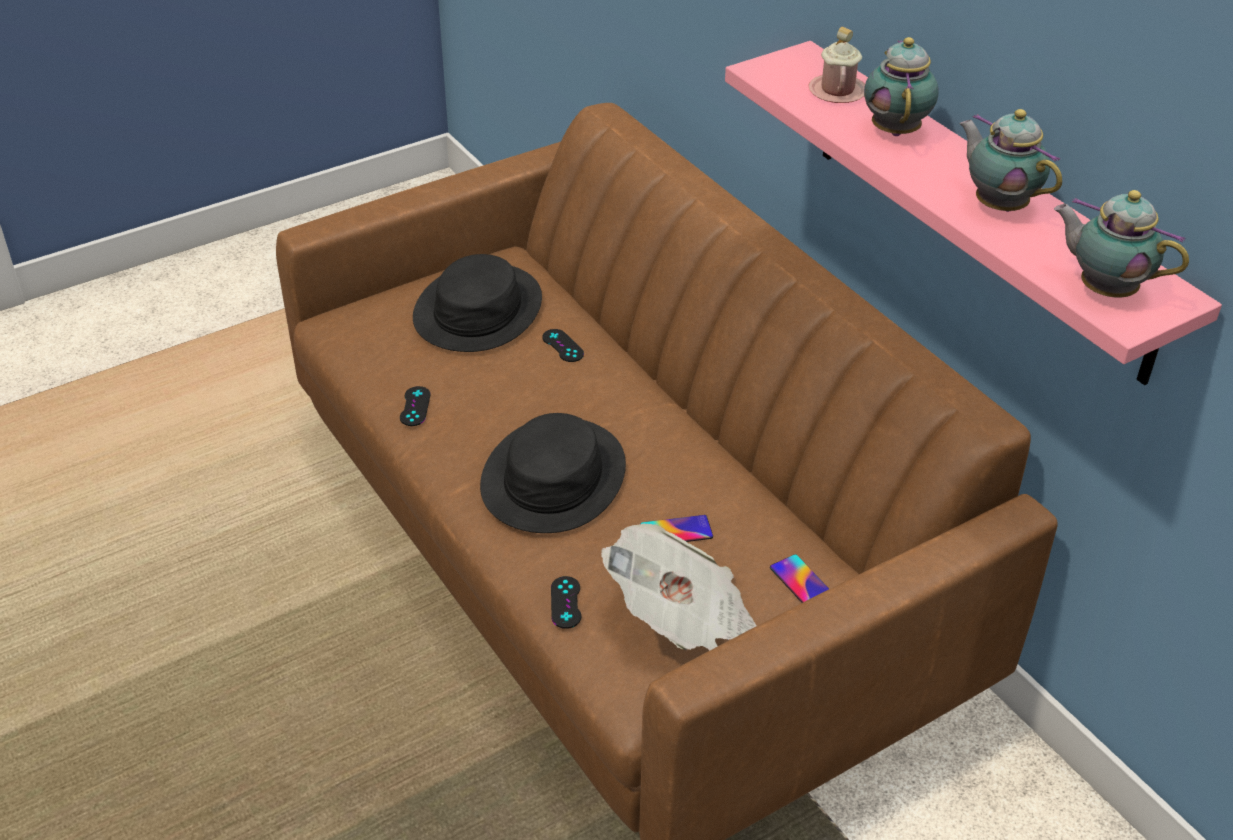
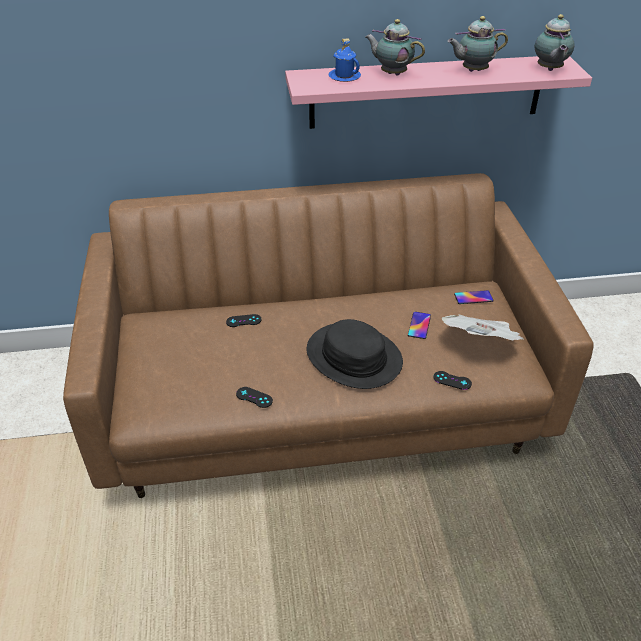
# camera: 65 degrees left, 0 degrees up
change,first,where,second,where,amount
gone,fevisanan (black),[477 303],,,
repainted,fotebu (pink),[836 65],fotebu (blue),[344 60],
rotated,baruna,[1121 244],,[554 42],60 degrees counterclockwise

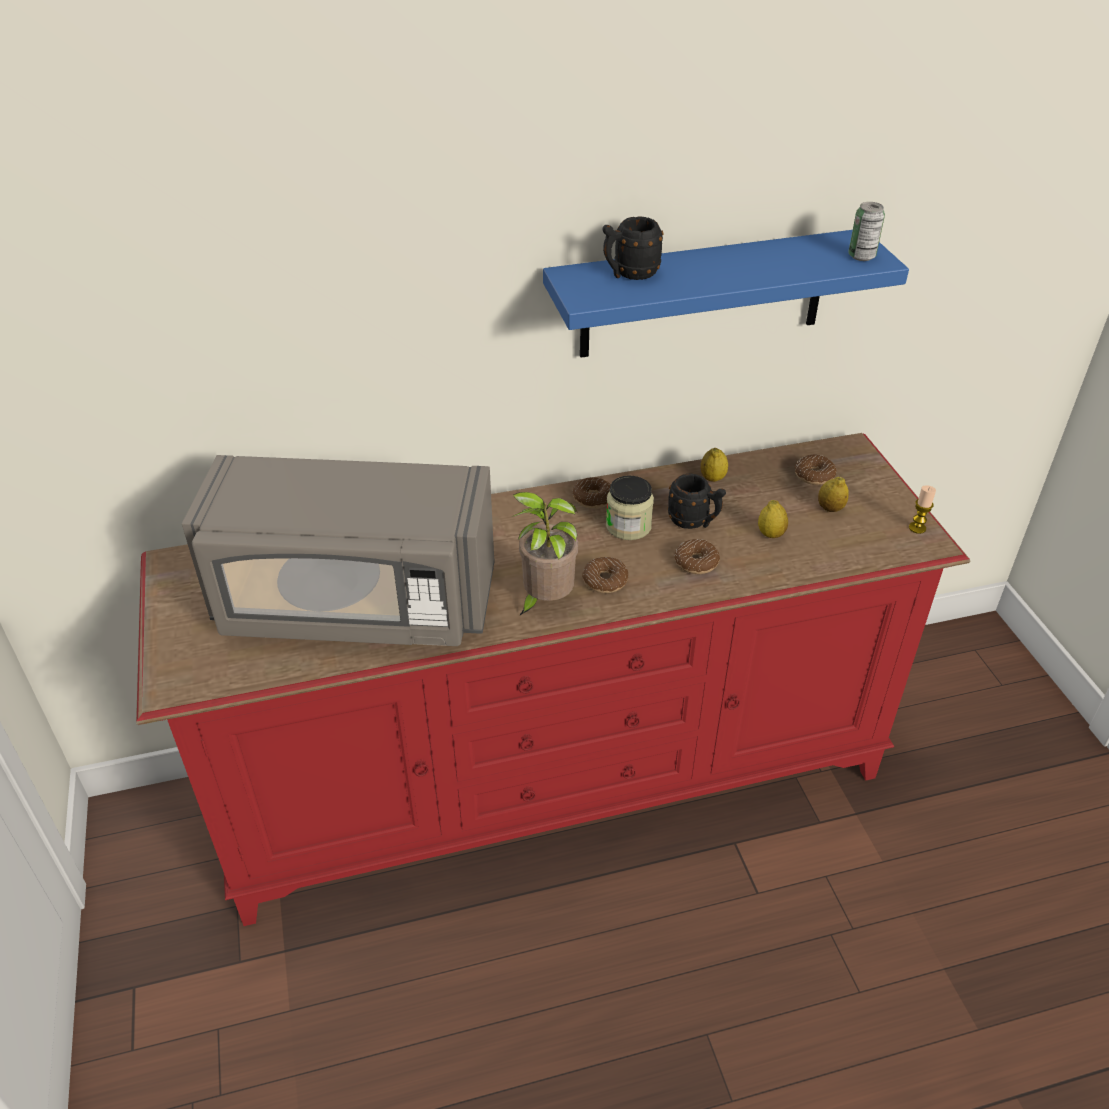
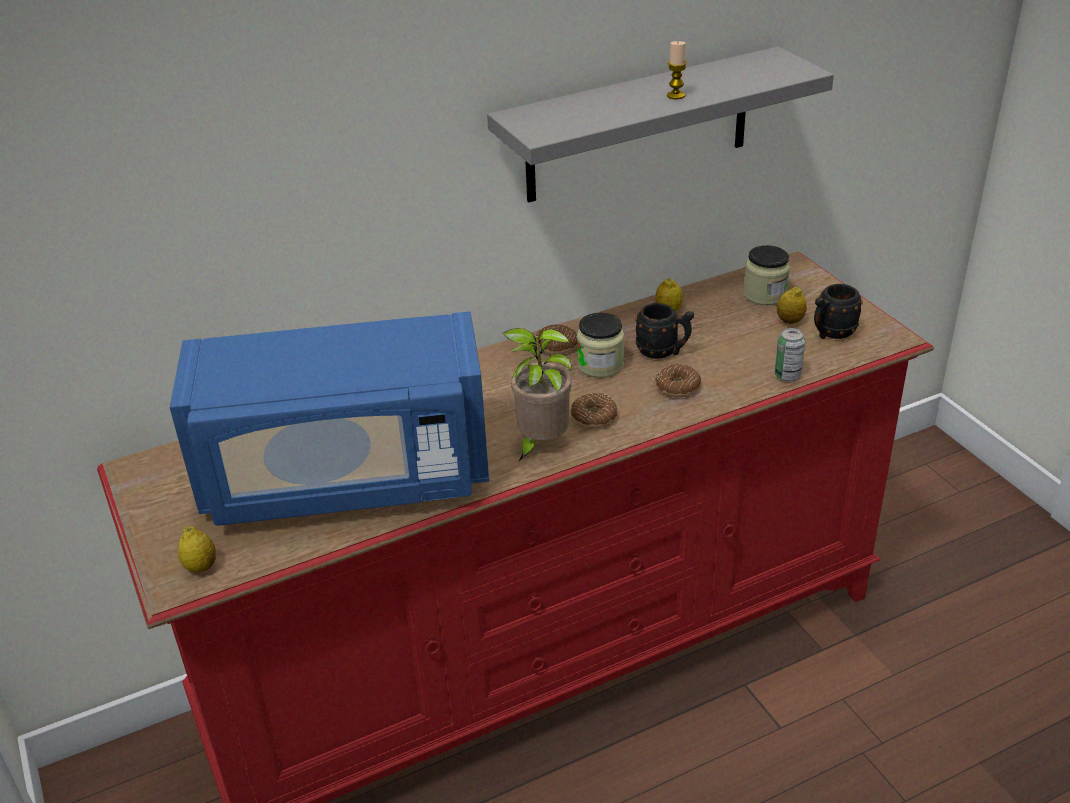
# camera: 10 degrees left, 5 degrees down
change,first,where,second,where,amount
shifted,fotebu (black),[633 248],,[838 311],
shifted,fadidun,[773 519],,[197 549],
shifted,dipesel,[866 231],,[789 354],
shifted,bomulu,[922 509],,[677 70],
swapped,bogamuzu,[816 469],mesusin,[766 275],
repainted,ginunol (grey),[338 550],ginunol (blue),[329 419],
repainted,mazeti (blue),[726 294],mazeti (grey),[660 124],

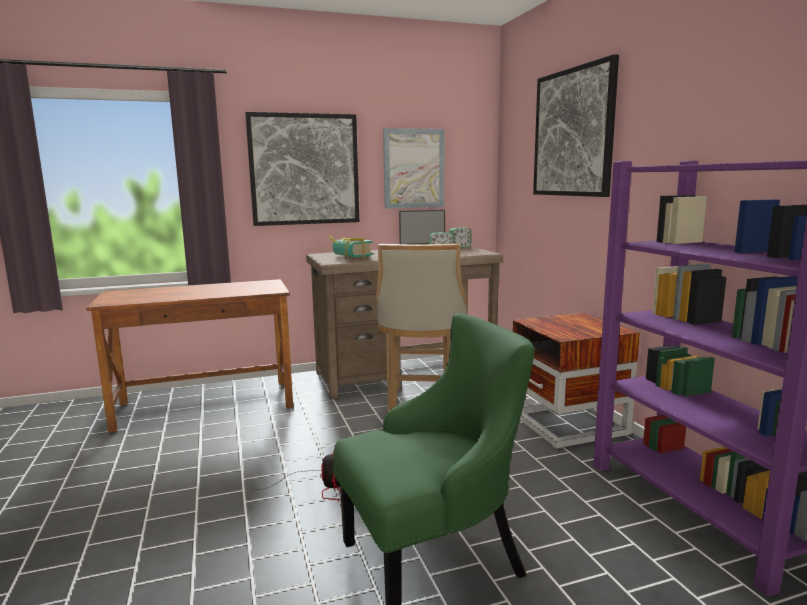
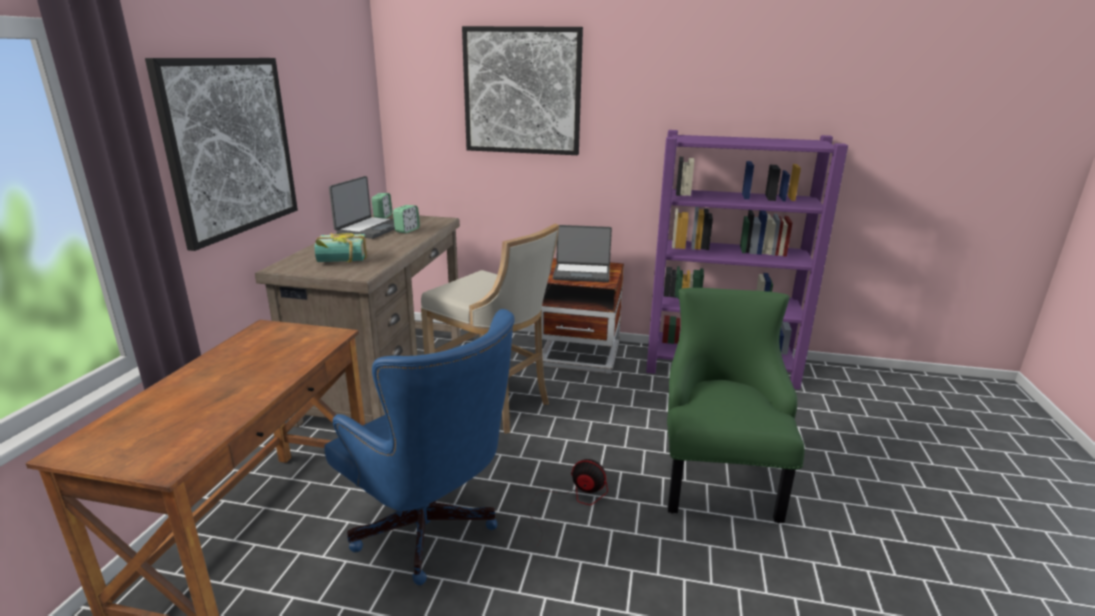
# camera: 60 degrees left, 10 degrees up
change,first,where,second,where,amount
gone,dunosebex,[413 168],,,
new,,,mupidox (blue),[419 447],
new,,,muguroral,[582 253],

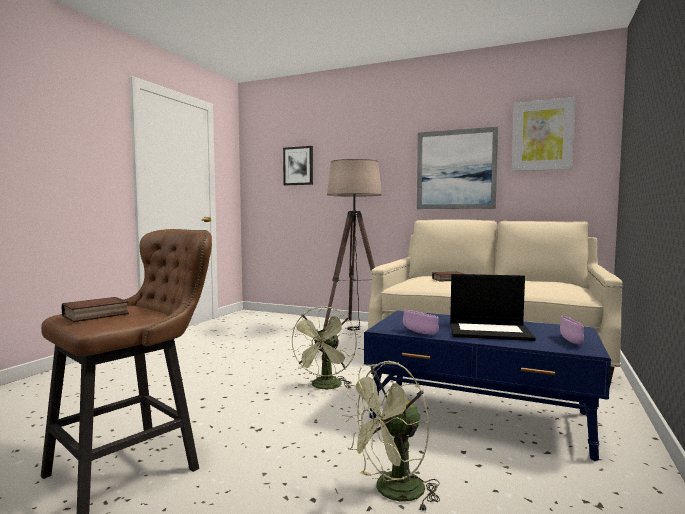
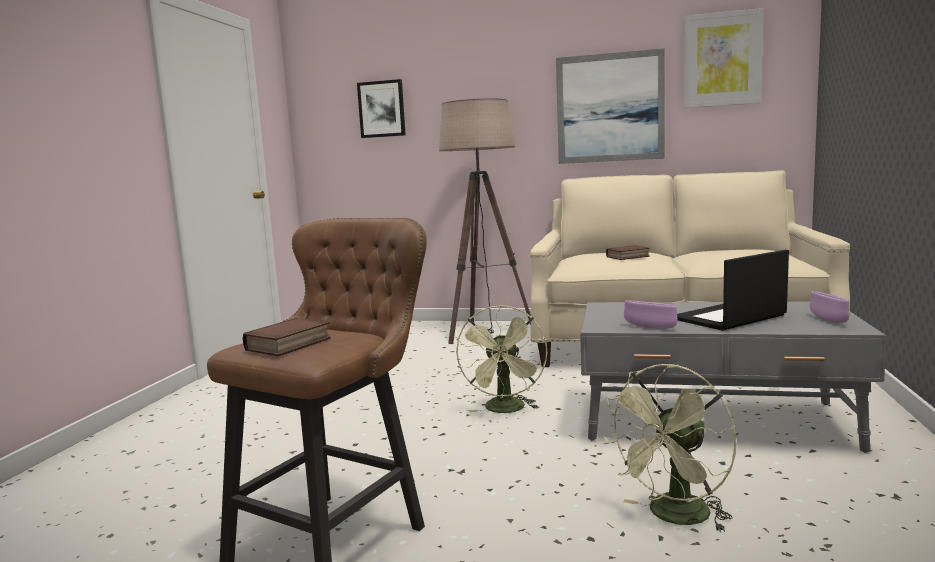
# camera: 10 degrees left, 5 degrees up
change,first,where,second,where,amount
repainted,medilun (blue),[487 386],medilun (grey),[733 377],
rotated,muguroral,[493 307],,[733 290],150 degrees clockwise

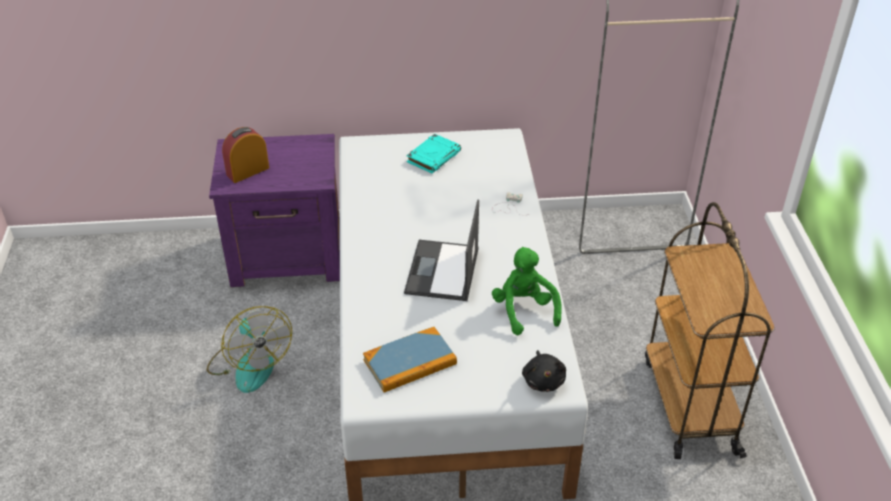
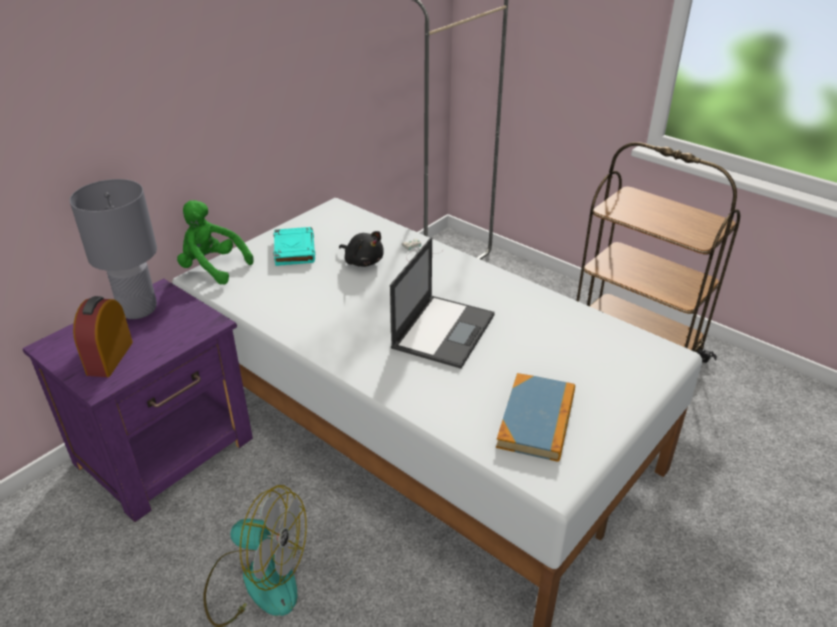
# camera: 45 degrees left, 5 degrees down
change,first,where,second,where,amount
new,,,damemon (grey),[113 249],
shifted,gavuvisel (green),[527 291],,[215 242],
shifted,gavuvisel (black),[544 371],,[361 249],
rotated,muguroral,[441 250],,[442 303],120 degrees counterclockwise

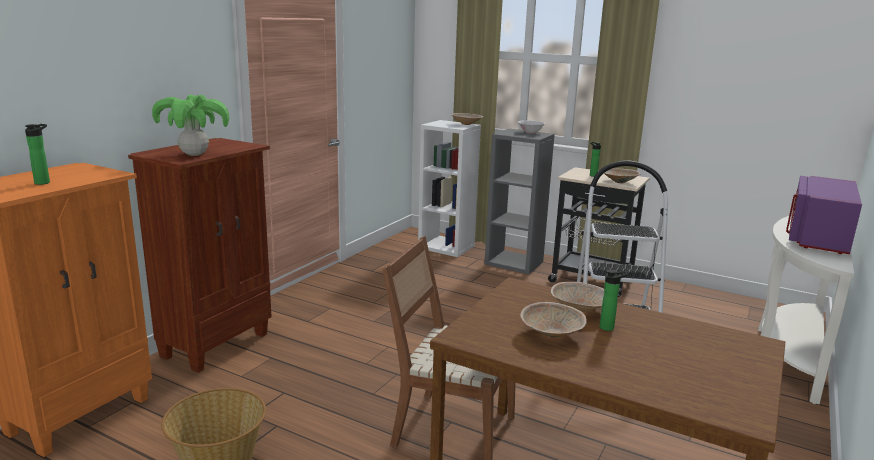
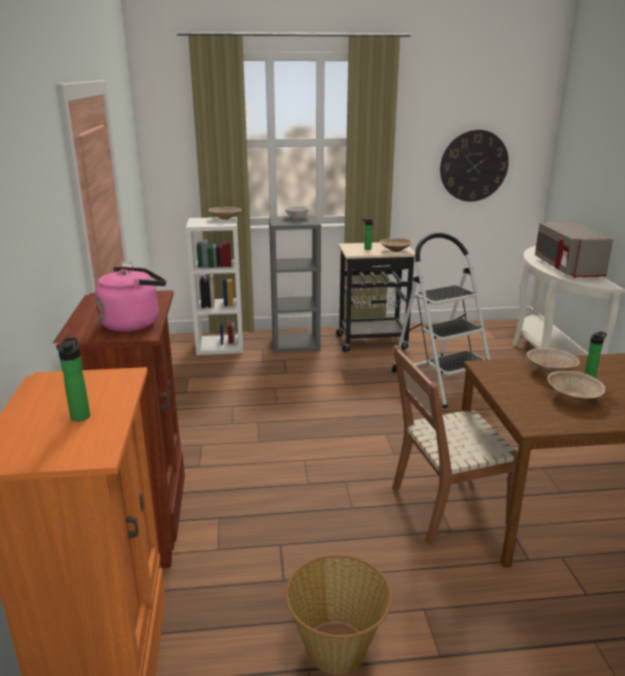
# camera: 35 degrees left, 5 degrees up
change,first,where,second,where,amount
new,,,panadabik,[474 166],
swapped,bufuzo,[190 125],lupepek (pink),[130 299],
repainted,ginunol (purple),[824 215],ginunol (grey),[574 249],

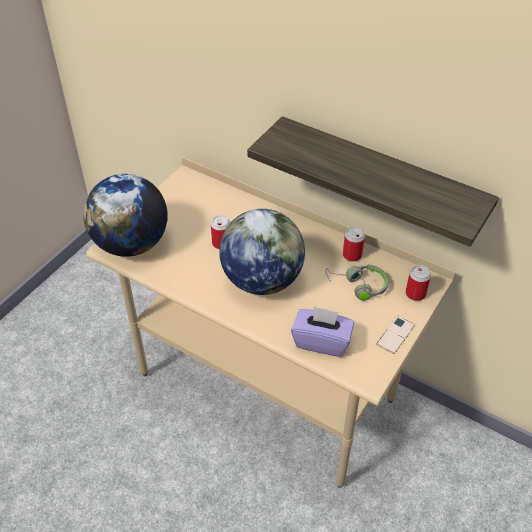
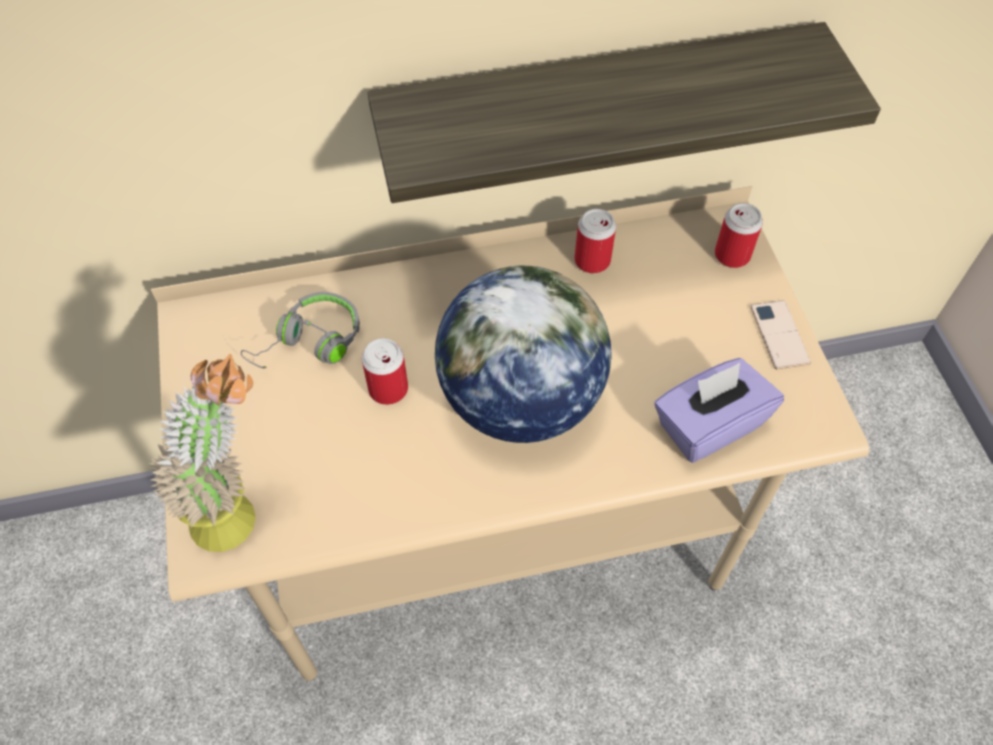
# camera: 45 degrees left, 10 degrees up
change,first,where,second,where,amount
shifted,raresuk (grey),[357 283],,[300 330],
swapped,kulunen,[125 215],bufuzo,[202 453],

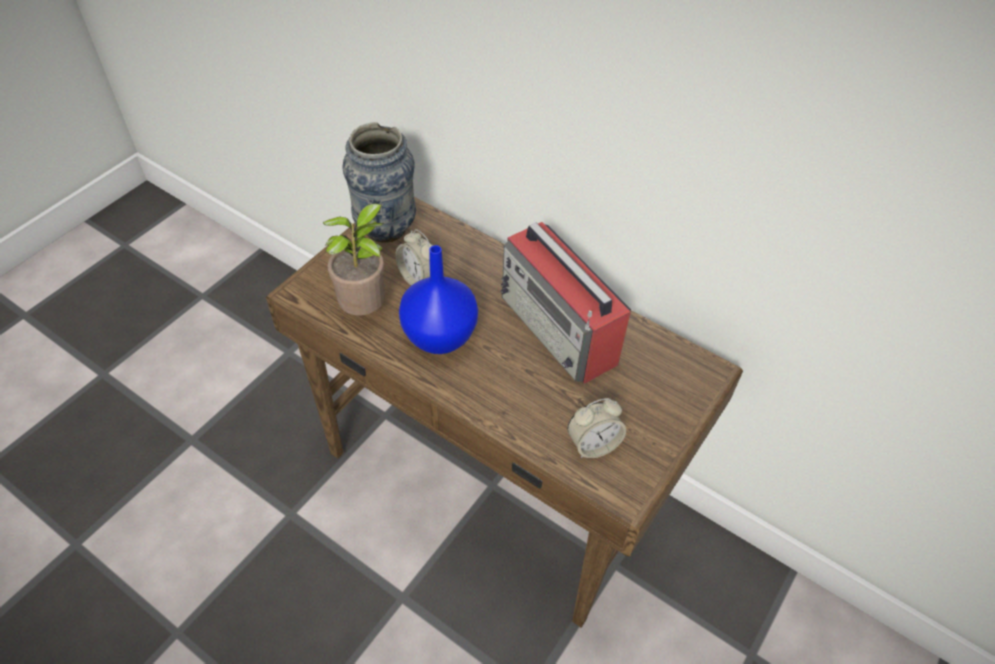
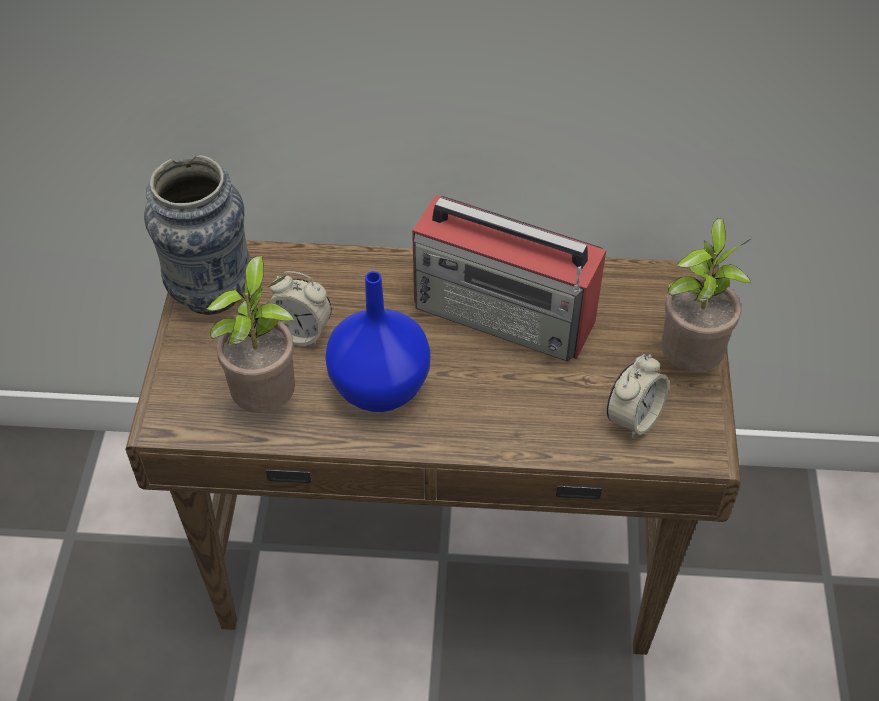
# camera: 30 degrees left, 0 degrees up
change,first,where,second,where,amount
new,,,bufuzo,[706 295],

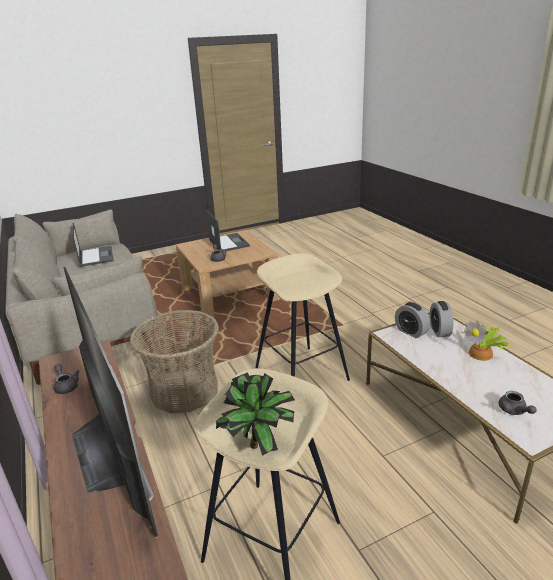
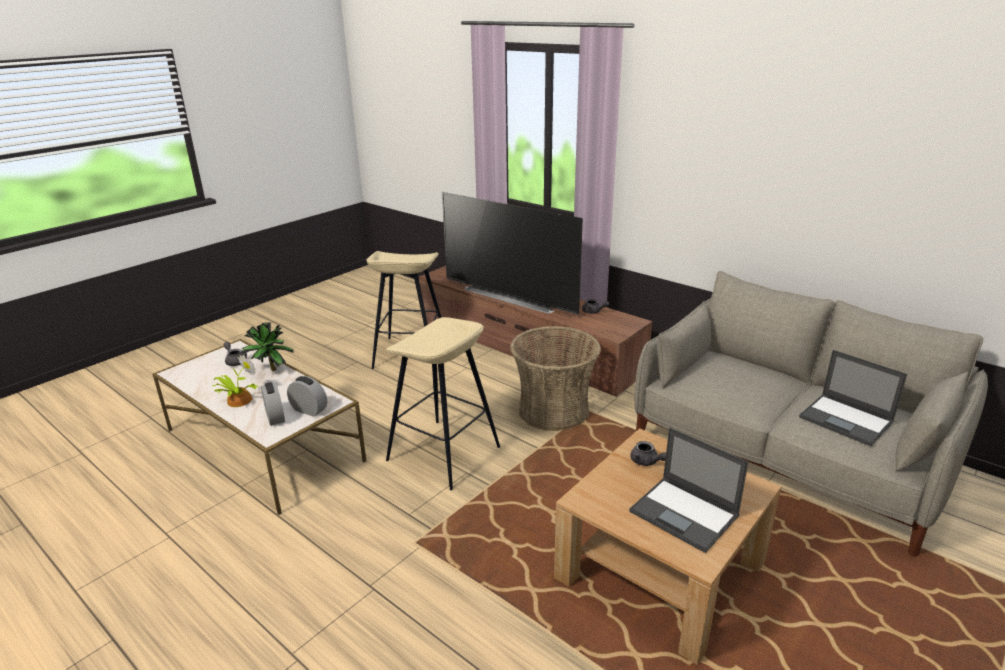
# camera: 155 degrees right, 0 degrees up
change,first,where,second,where,amount
shifted,bufuzo,[255 414],,[267 346],

